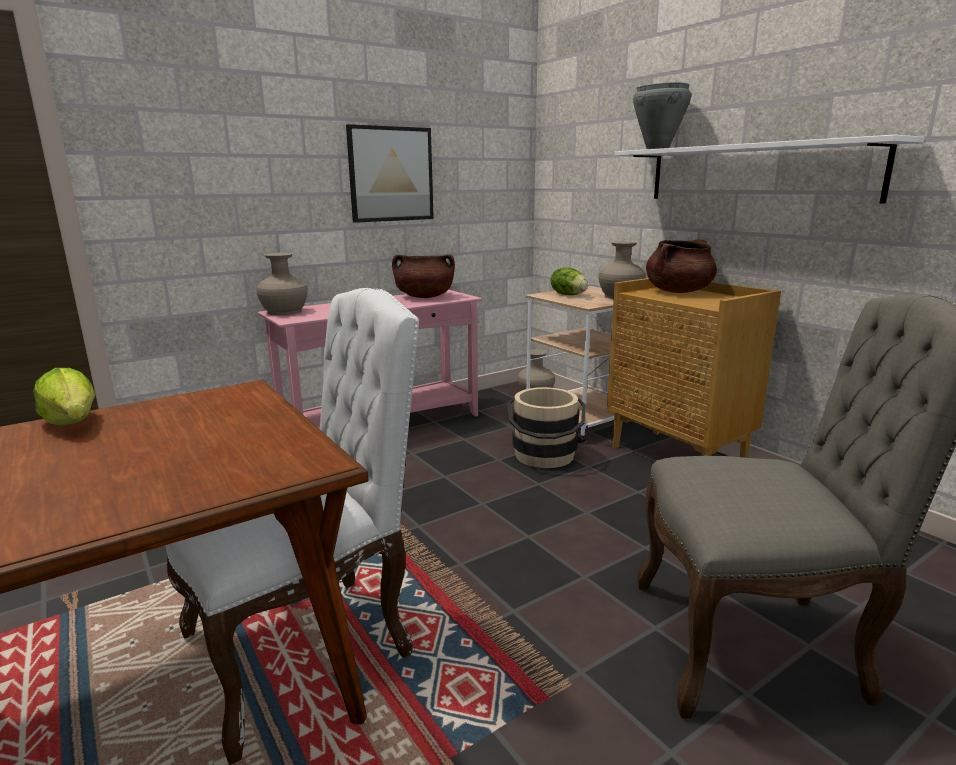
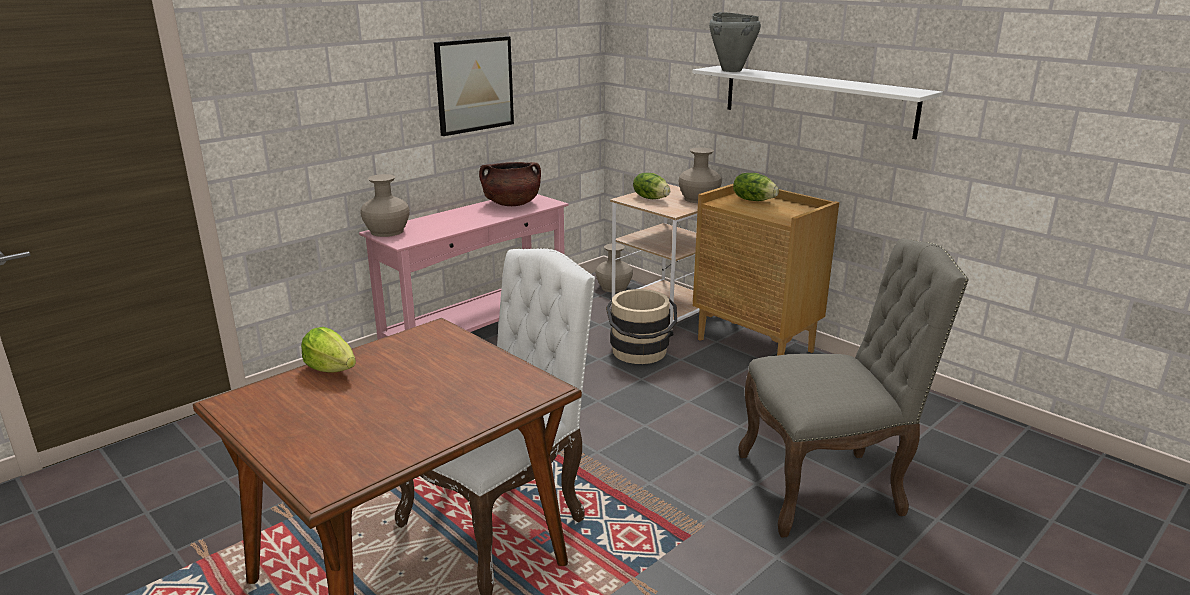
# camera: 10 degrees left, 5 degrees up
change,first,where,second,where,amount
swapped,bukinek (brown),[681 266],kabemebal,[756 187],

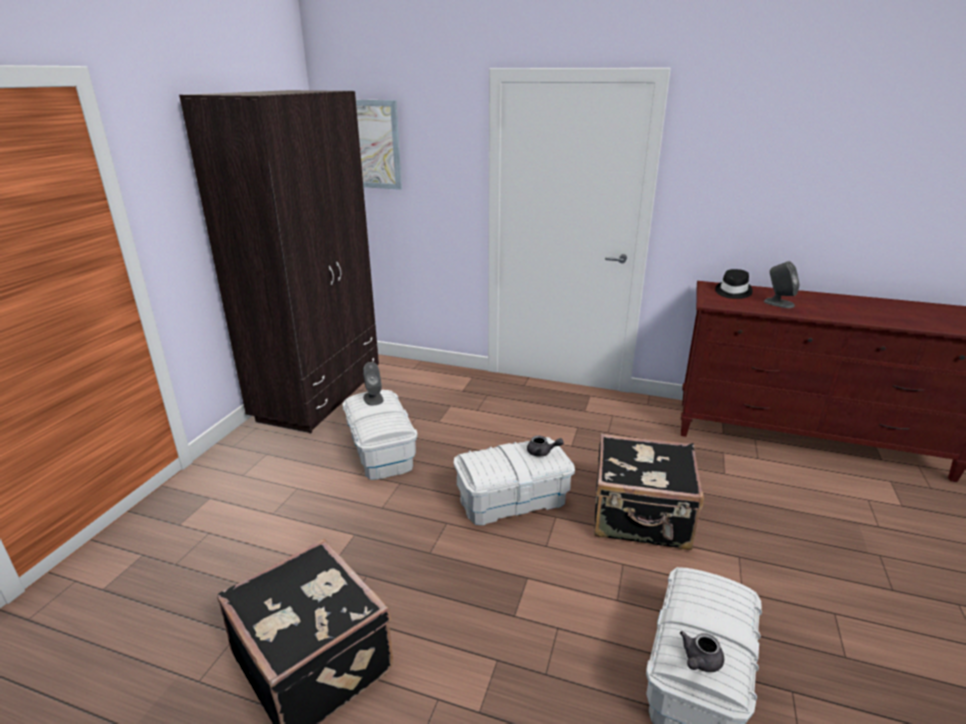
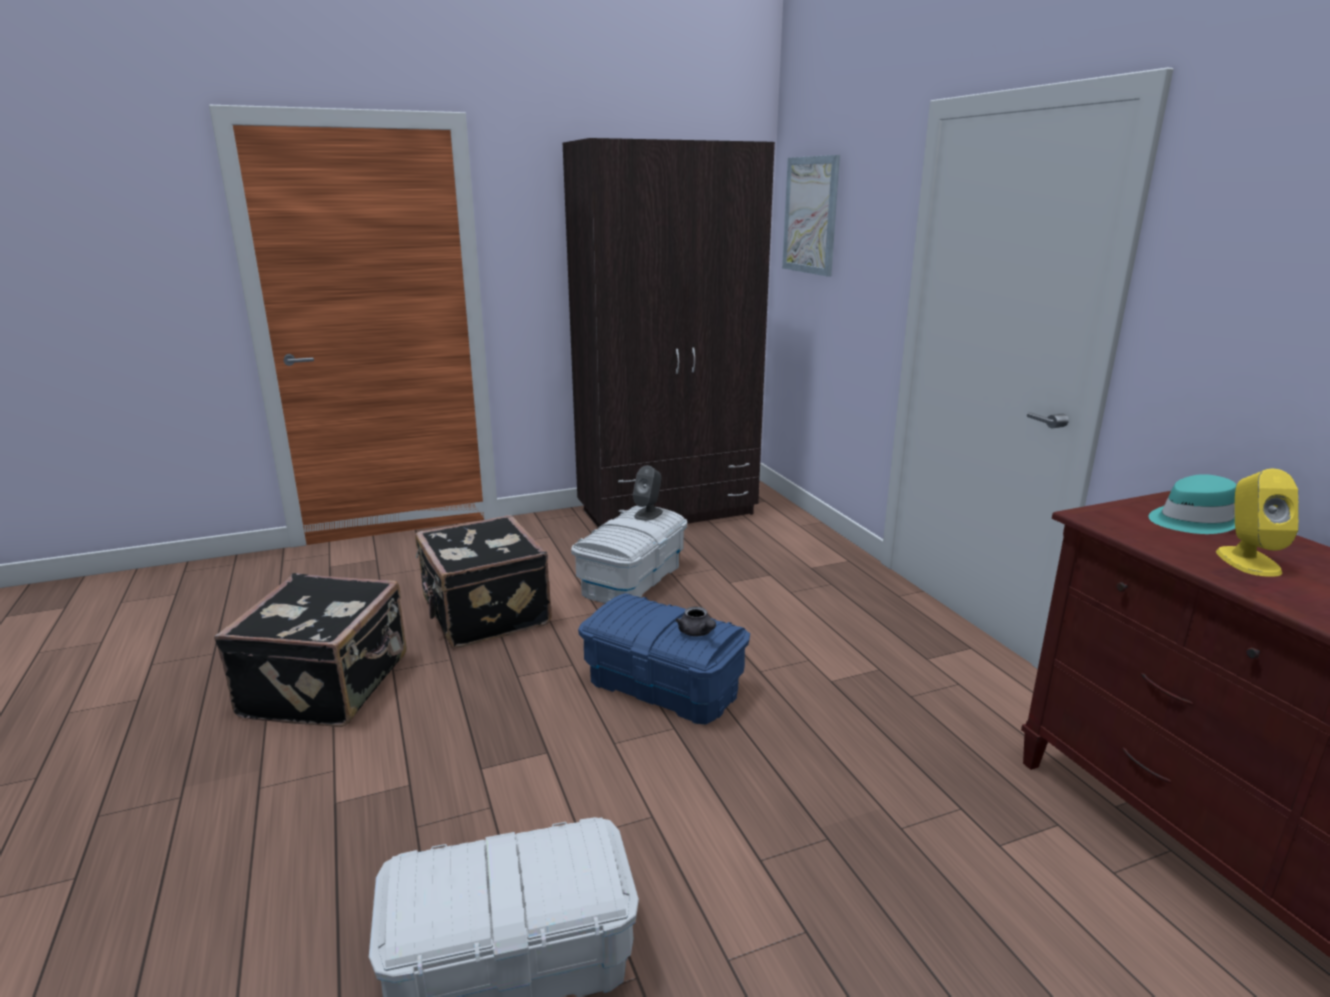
# camera: 50 degrees right, 5 degrees down
change,first,where,second,where,amount
gone,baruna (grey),[702 651],,,
shifted,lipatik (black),[649 492],,[483 581],
repainted,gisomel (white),[514 481],gisomel (blue),[664 658],
repainted,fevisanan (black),[734 284],fevisanan (turquoise),[1192 504],
repainted,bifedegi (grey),[782 284],bifedegi (yellow),[1257 523],

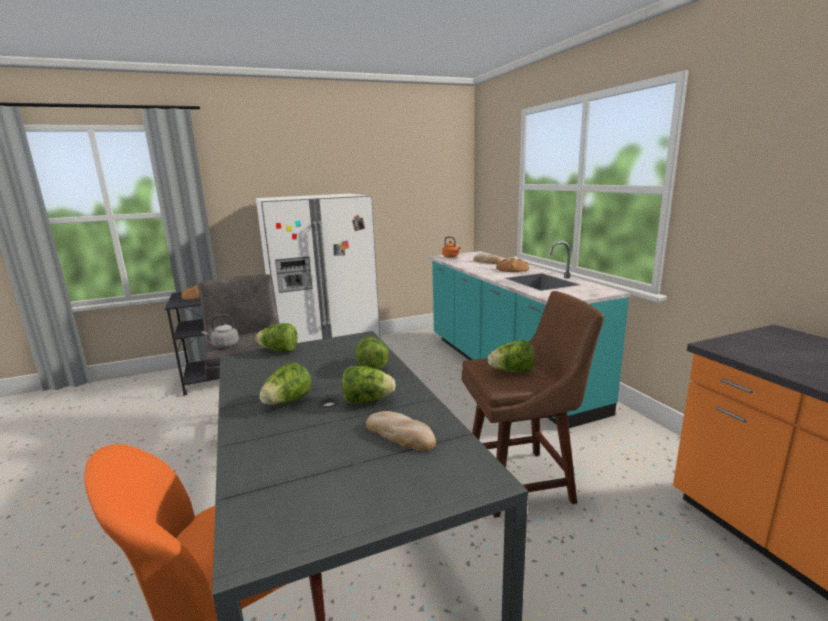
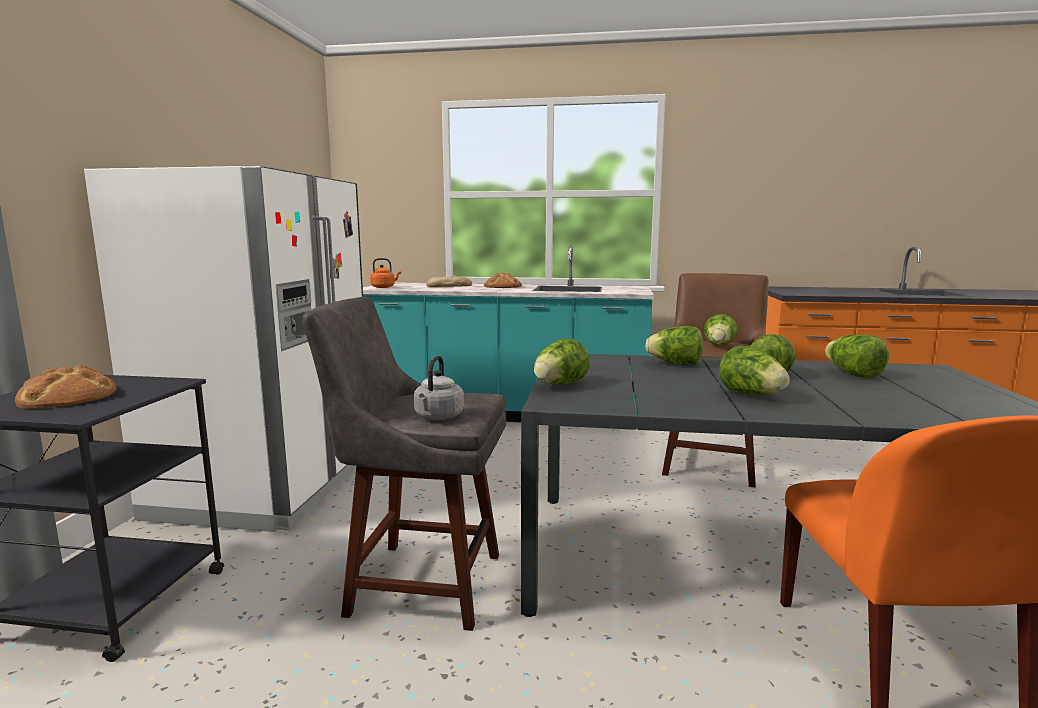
# camera: 60 degrees left, 5 degrees down
change,first,where,second,where,amount
swapped,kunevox,[401 431],kabemebal,[857 356],

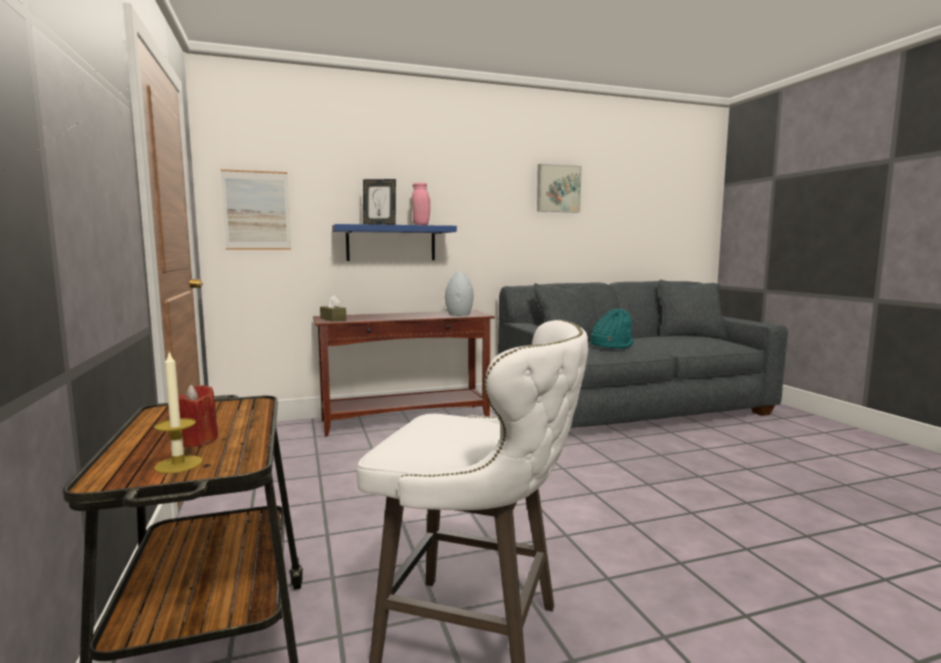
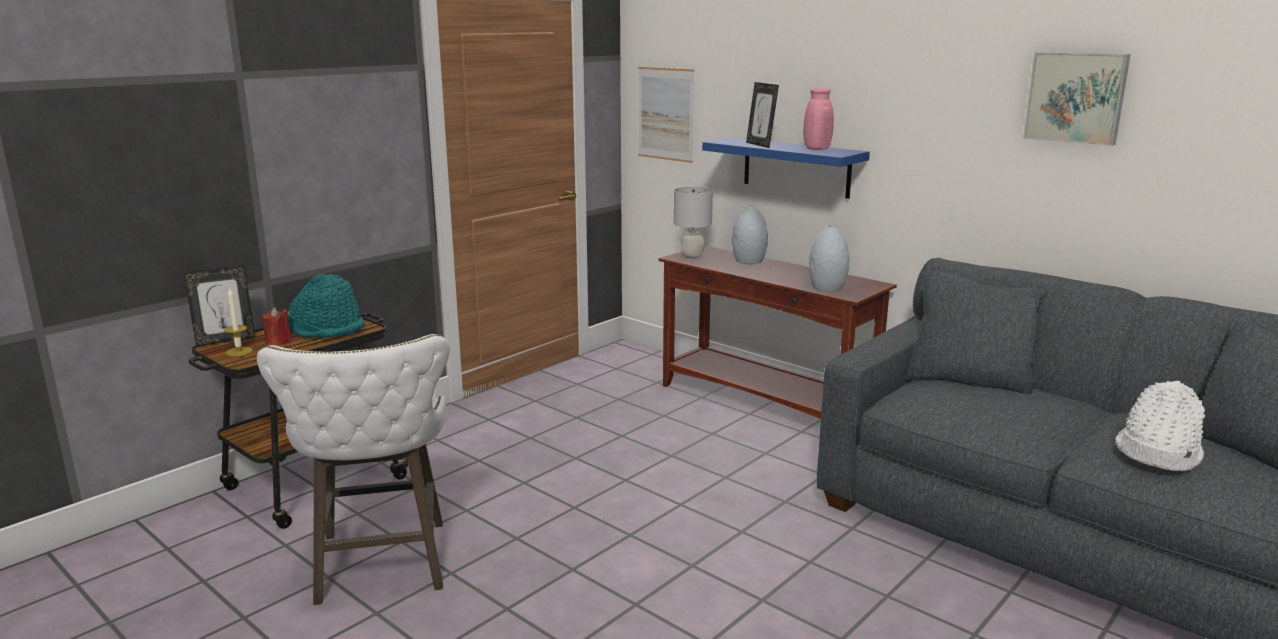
# camera: 60 degrees right, 10 degrees up
change,first,where,second,where,amount
new,,,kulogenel,[220 306],
new,,,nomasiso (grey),[750 234],
new,,,fevisanan (white),[1160 426],
shifted,fevisanan (turquoise),[612 329],,[326 306],
swapped,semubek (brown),[333 308],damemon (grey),[693 223],

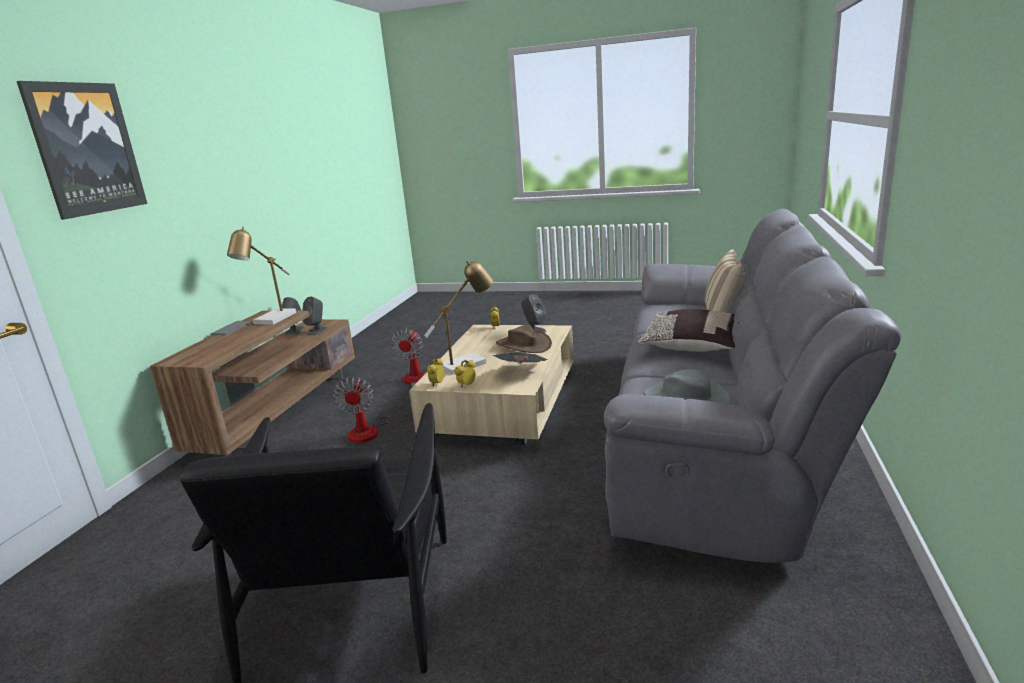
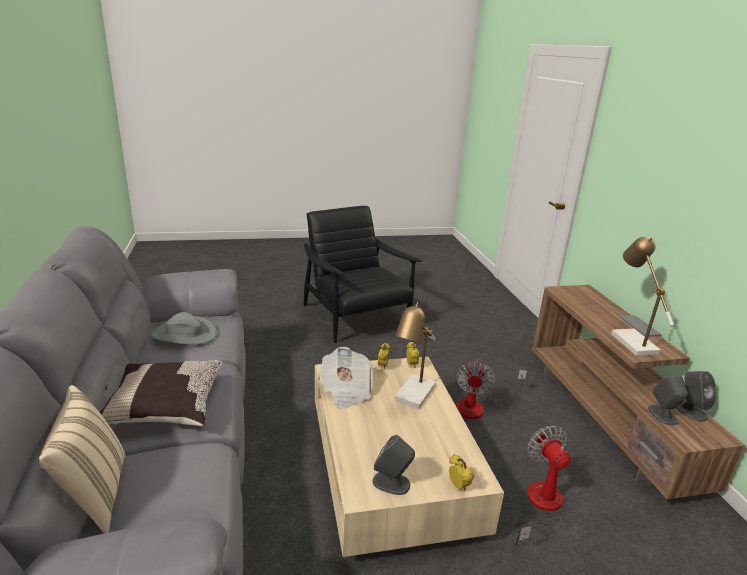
# camera: 150 degrees right, 5 degrees up
change,first,where,second,where,amount
gone,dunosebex,[82 150],,,
gone,fevisanan (brown),[524 339],,,
rotated,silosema,[375 410],,[491 389],135 degrees counterclockwise

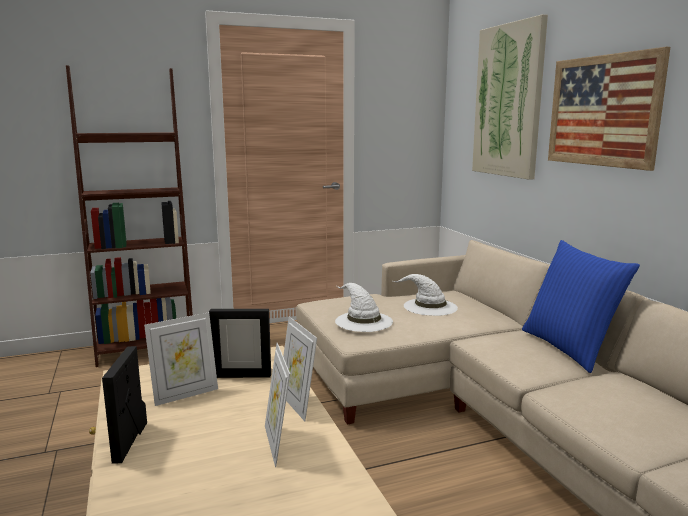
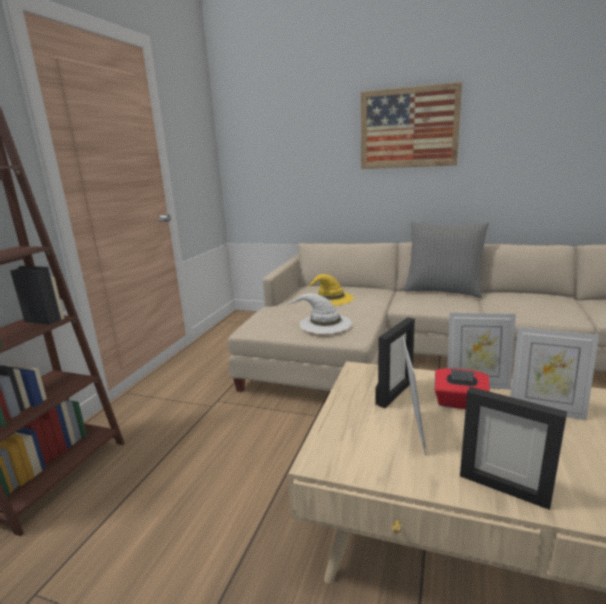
# camera: 50 degrees left, 5 degrees up
change,first,where,second,where,amount
gone,dunosebex,[510 97],,,
new,,,semubek (red),[462 388],
repainted,fevisanan (white),[425 295],fevisanan (yellow),[331 290],
repainted,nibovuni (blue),[581 306],nibovuni (grey),[446 260],

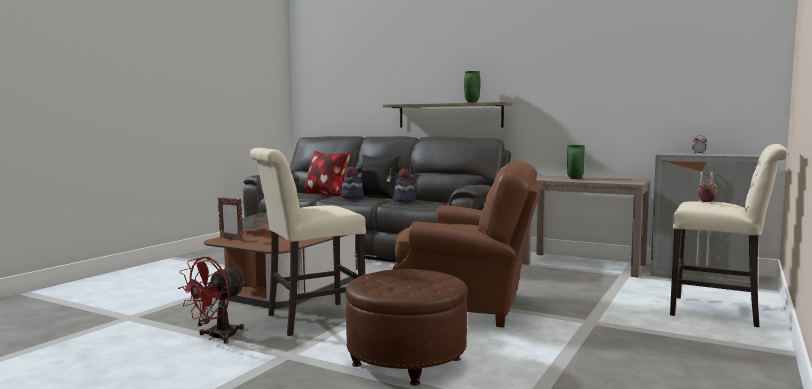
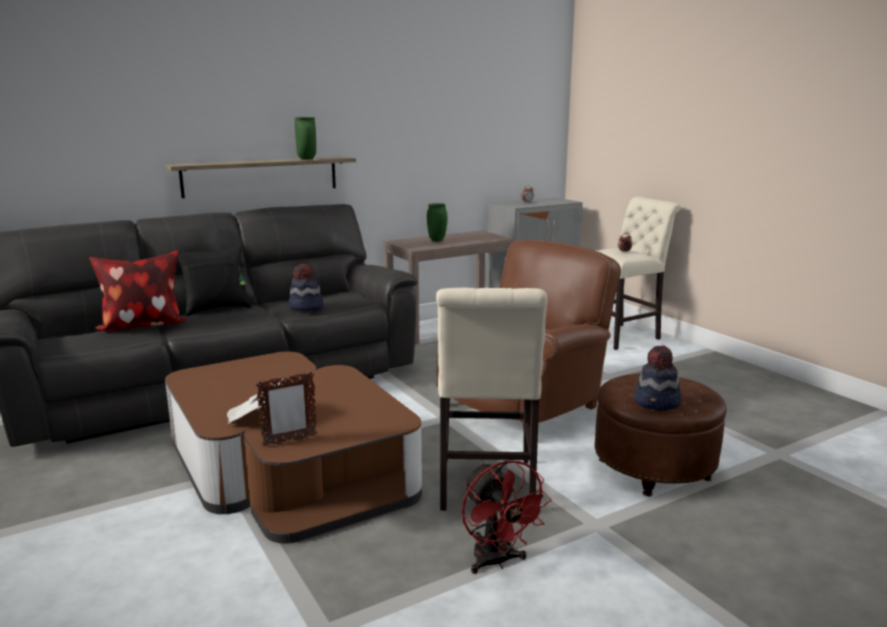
# camera: 60 degrees left, 10 degrees up
change,first,where,second,where,amount
shifted,fevisanan,[352 183],,[658 377],

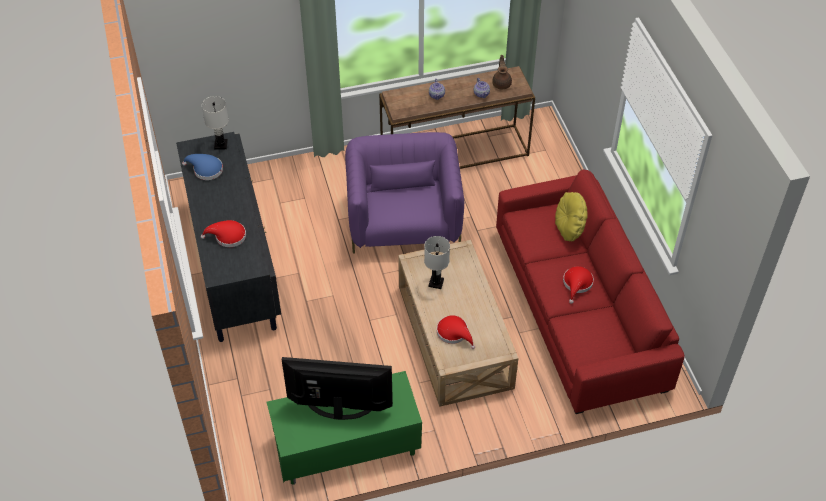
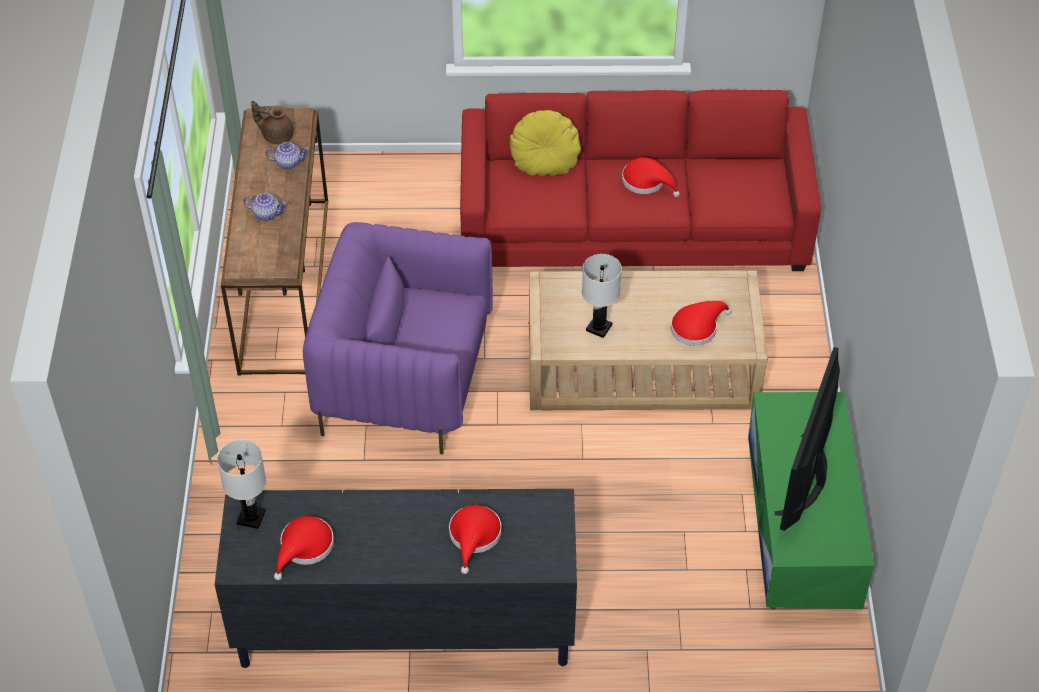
# camera: 75 degrees left, 0 degrees up
change,first,where,second,where,amount
repainted,fevisanan (blue),[202 167],fevisanan (red),[304 548],

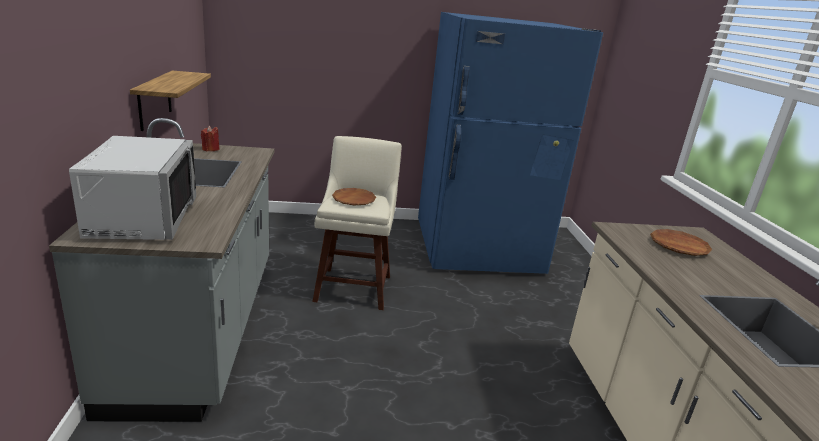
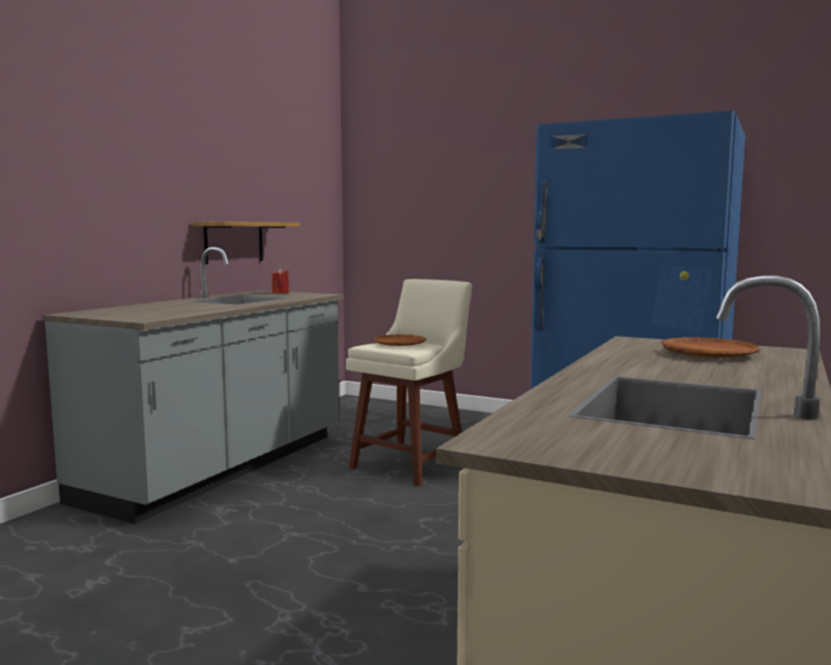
# camera: 35 degrees right, 15 degrees down
change,first,where,second,where,amount
gone,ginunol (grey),[132 188],,,

